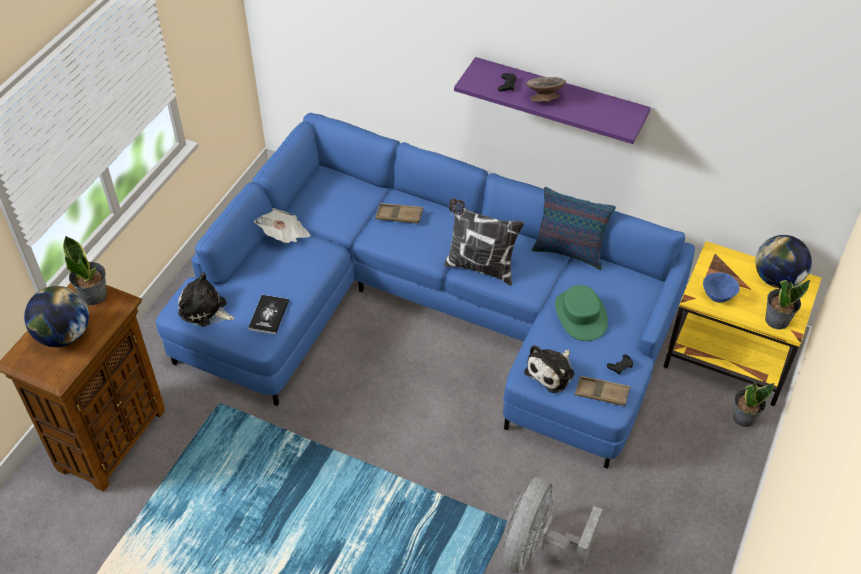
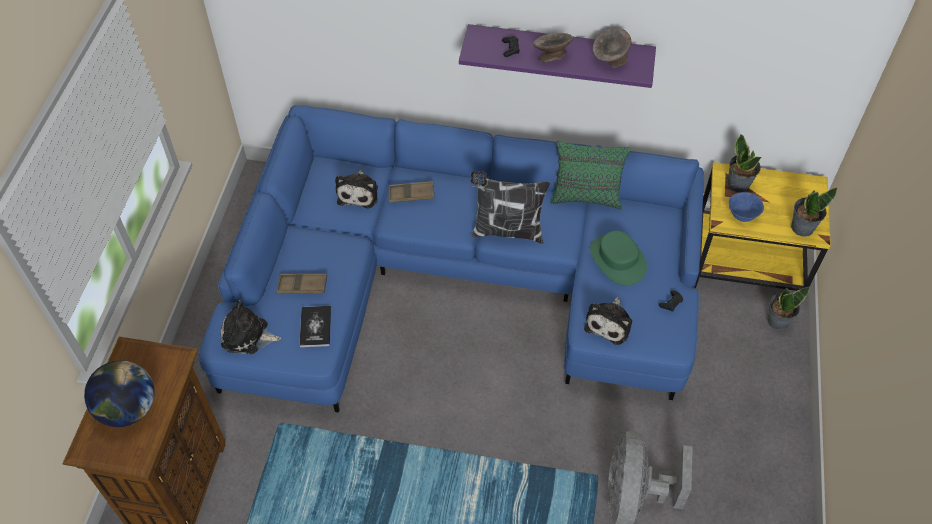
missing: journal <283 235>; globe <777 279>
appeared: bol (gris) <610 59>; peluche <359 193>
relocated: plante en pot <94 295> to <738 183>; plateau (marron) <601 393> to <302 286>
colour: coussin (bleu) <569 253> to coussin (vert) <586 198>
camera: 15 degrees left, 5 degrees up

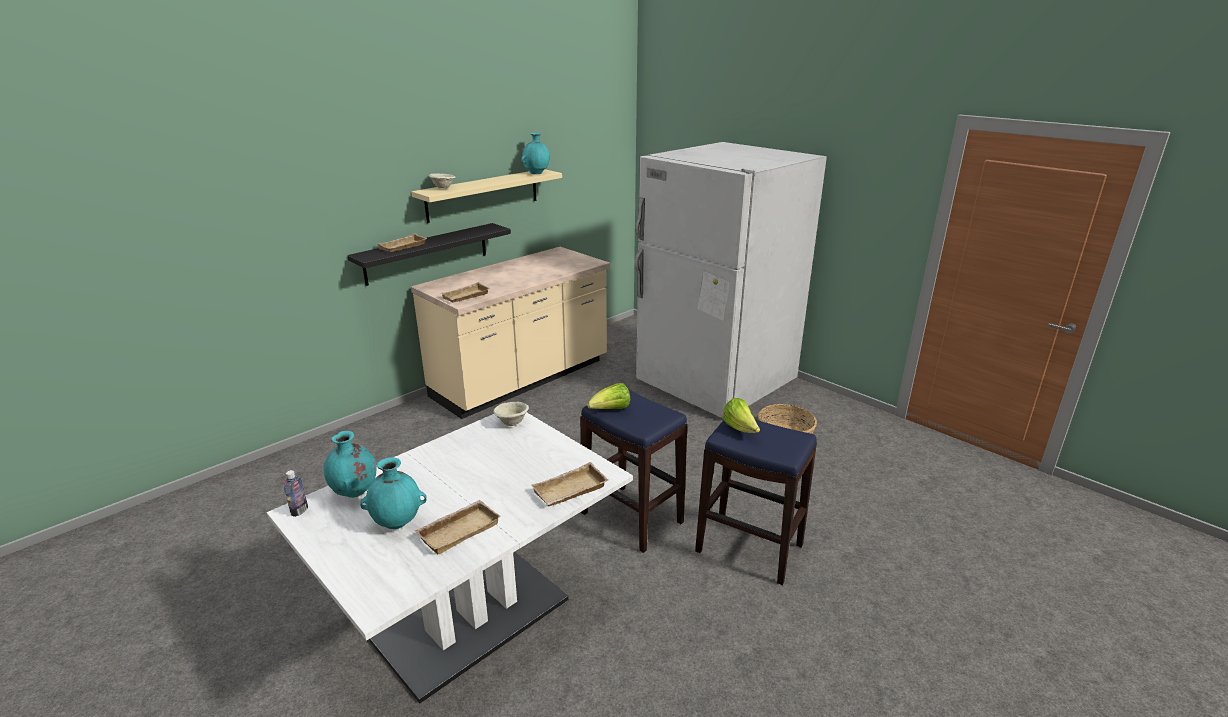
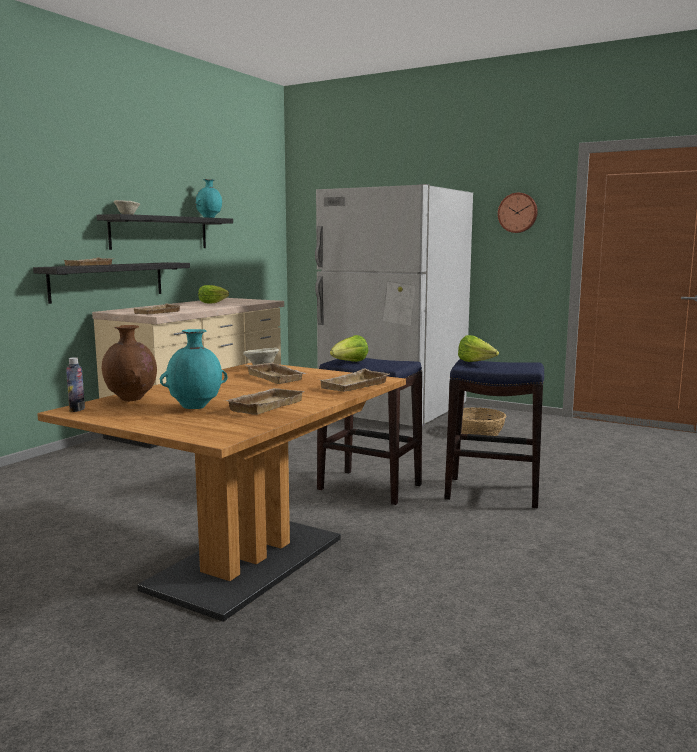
appeared: horloge murale <518 212>; laitue <212 303>; plateau (beige) <277 377>
colour: étagère (beige) <483 195> to étagère (noir) <160 233>; table à manger (blanc) <472 620> to table à manger (marron) <247 563>; vase (turquoise) <355 493> to vase (marron) <131 399>
camera: 15 degrees left, 15 degrees down

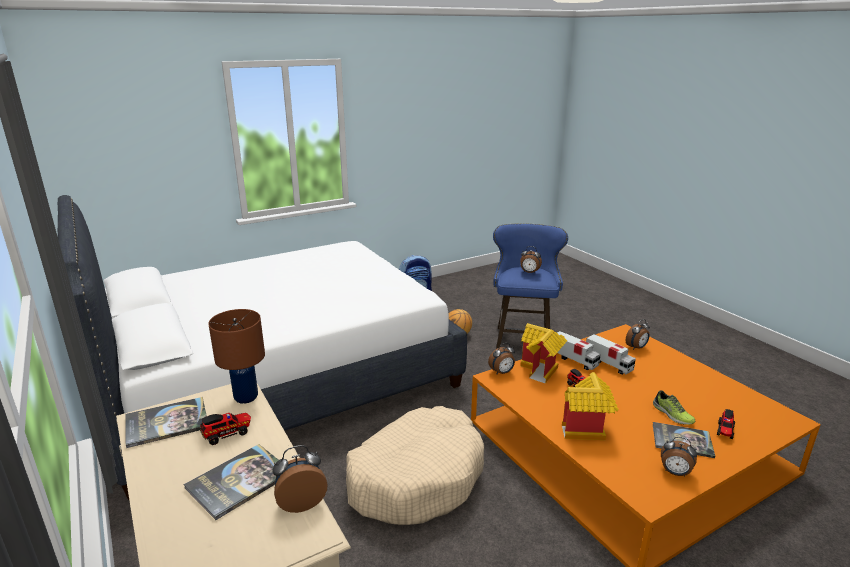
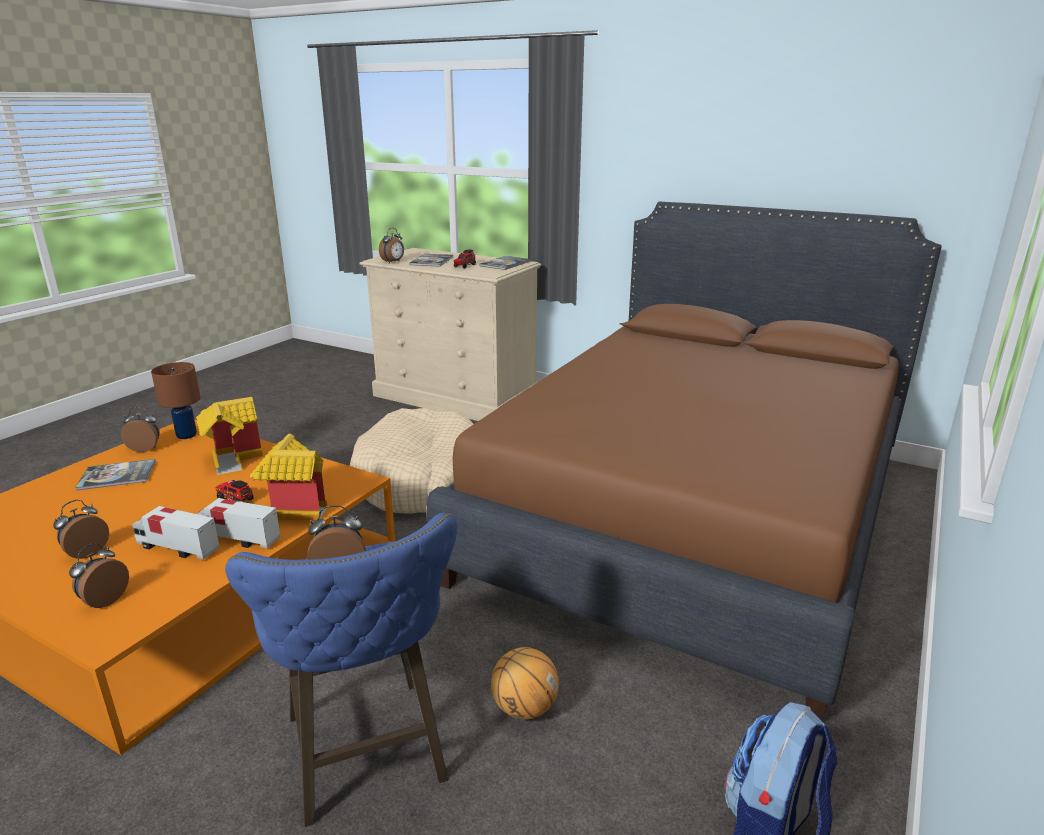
missing: chaussure <672 414>; camion jouet <725 431>
relocated: lampe de table (marron) <245 398> to <186 435>; réveil <502 372> to <86 552>
colour: lit (blanc) <277 377> to lit (marron) <694 516>
camera: 150 degrees right, 0 degrees up

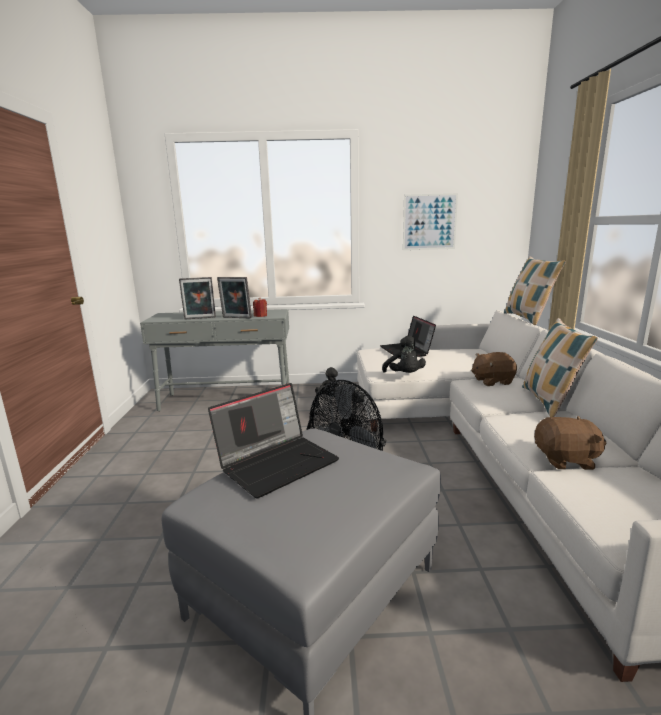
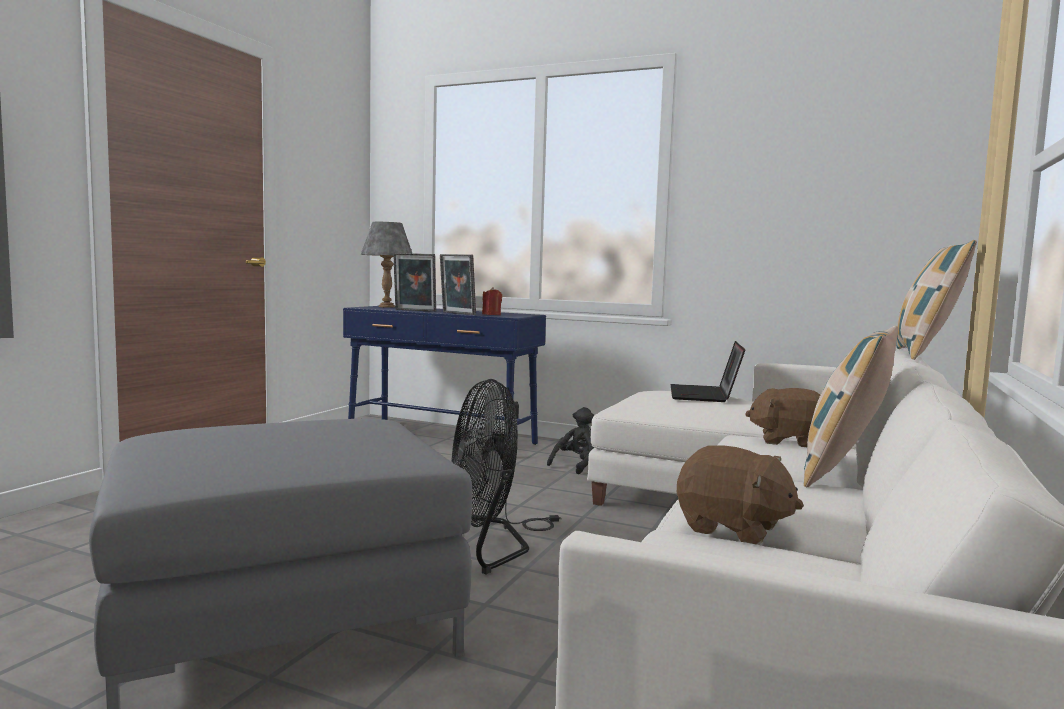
missing: tableau <429 222>; peluche (noir) <404 375>; ordinateur portable <277 462>
appeared: lampe de table (gris) <386 307>
colour: table console (gris) <226 401> to table console (bleu) <440 439>
camera: 25 degrees right, 10 degrees down

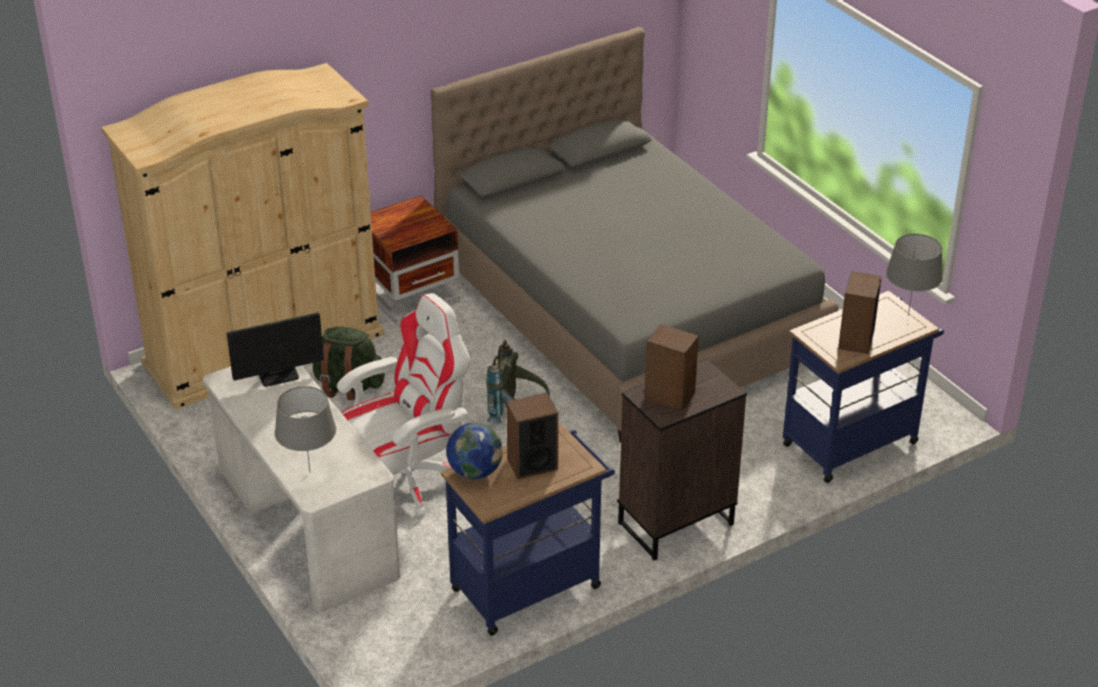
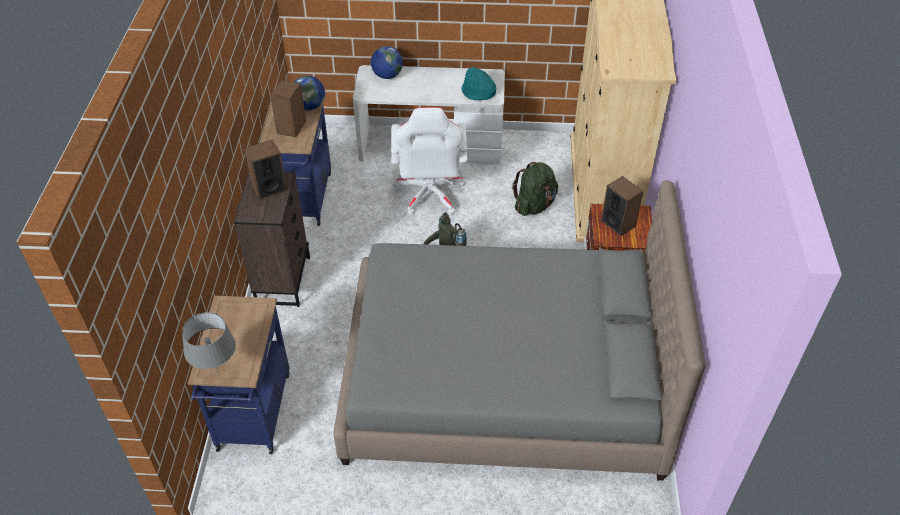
relocated: enceinte <855 340> to <618 223>
exchanged: écran d'ordinateur <279 376> to chapeau (turquoise) <478 93>; lampe de table (gris) <310 473> to globe <387 75>
camera: 125 degrees right, 10 degrees up

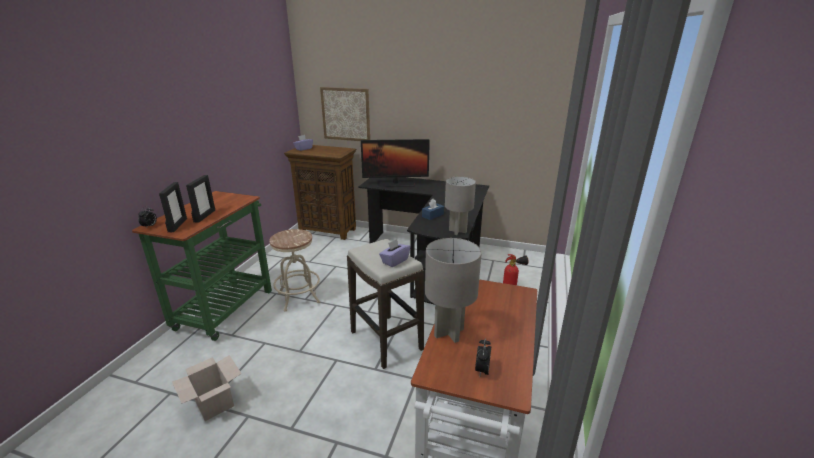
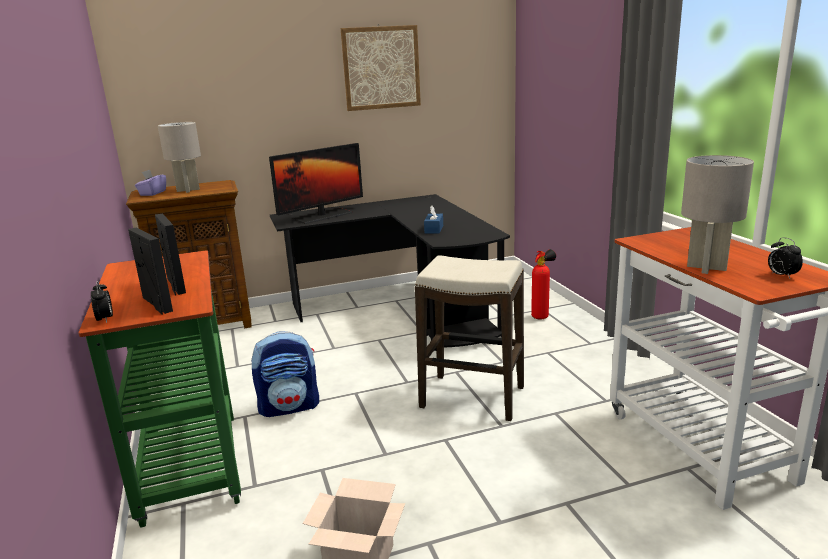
missing: boîte à mouchoirs (violet) <394 261>
relocated: tableau <345 113> to <381 67>; lampe de table (gris) <457 231> to <188 190>
exchanged: tabouret (beige) <299 298> to sac à dos <290 407>
camera: 35 degrees left, 5 degrees down

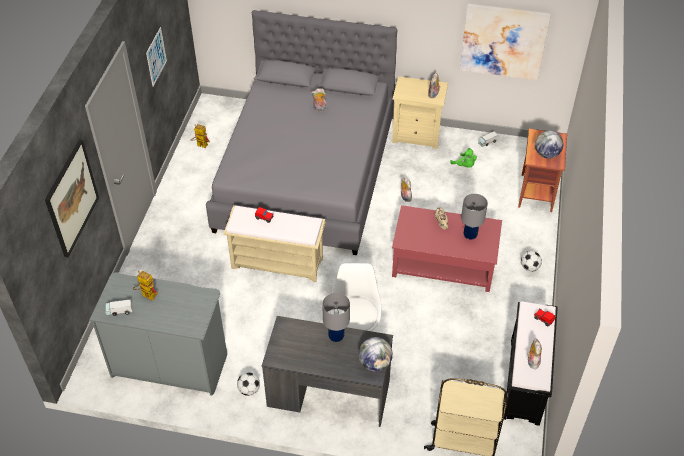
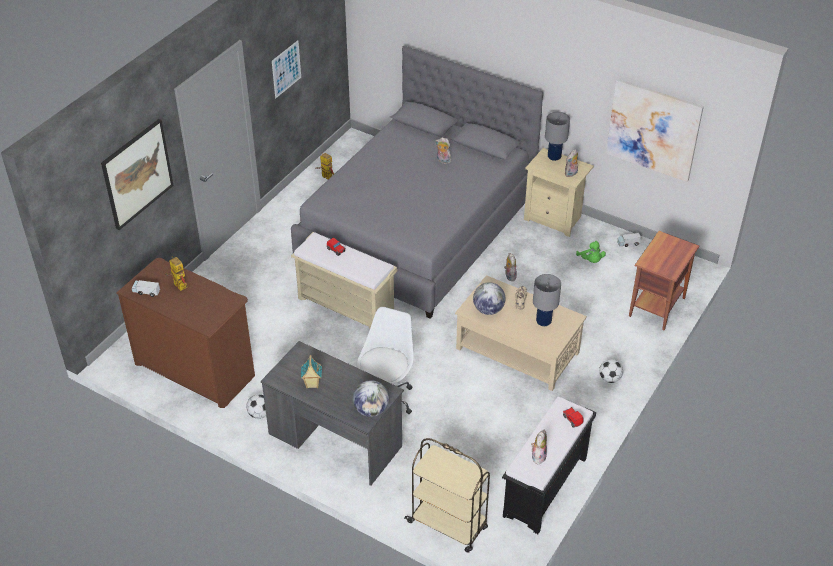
appeared: maison miniature <312 384>
relocated: globe <546 154> to <488 310>; lampe de table (gris) <336 336> to <554 157>
colour: table basse (rouge) <443 263> to table basse (beige) <517 350>; commode (gris) <170 365> to commode (marron) <196 371>
camera: 20 degrees right, 5 degrees down

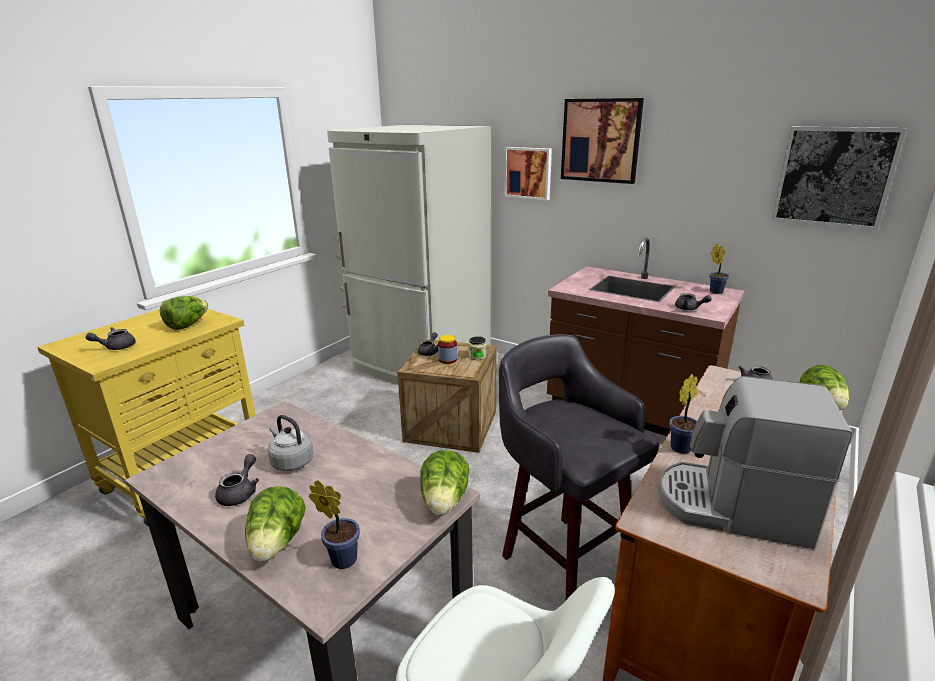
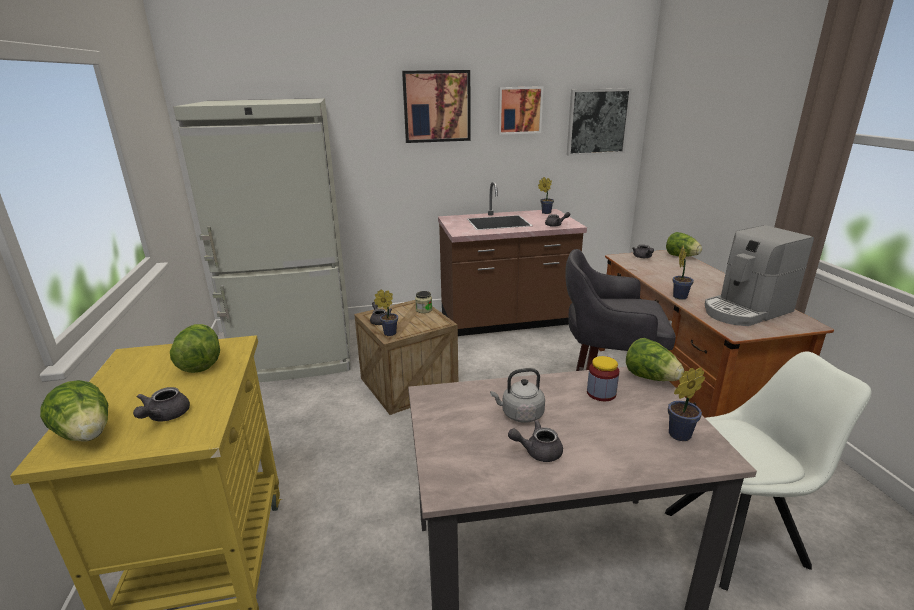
appeared: plante en pot <388 333>
relocated: tableau <528 173> to <519 110>; bocal <447 359> to <601 393>; laitue <277 543> to <87 434>
spun: théière (gris) <240 492> = <537 451> 60 degrees counterclockwise
camera: 45 degrees left, 0 degrees up

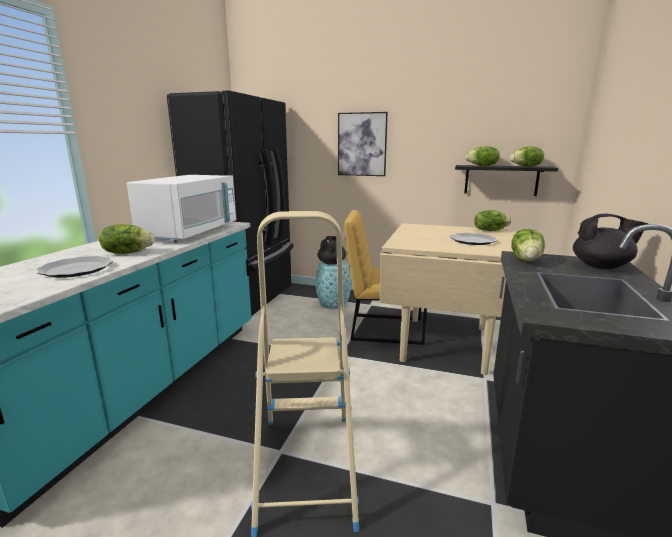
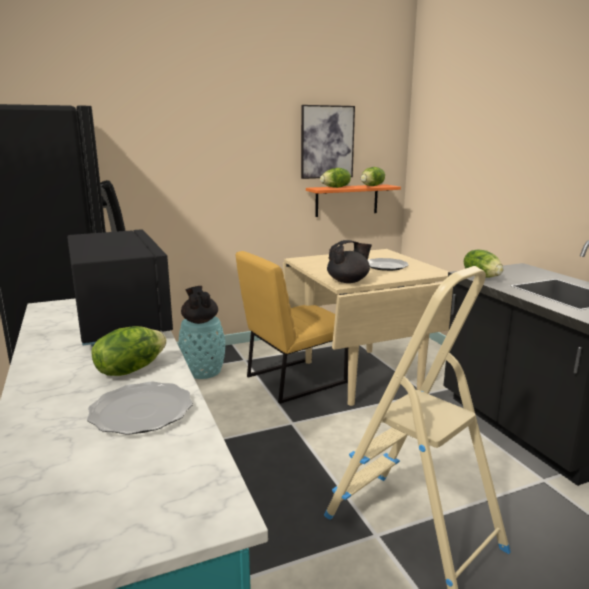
missing: laitue <490 230>
relocated: tableau <362 144> to <327 142>; théière (noir) <601 266> to <348 281>
colour: étagère (noir) <501 180> to étagère (orange) <346 200>; micro-ondes (blanc) <191 233> to micro-ondes (noir) <121 321>
camera: 40 degrees left, 0 degrees up

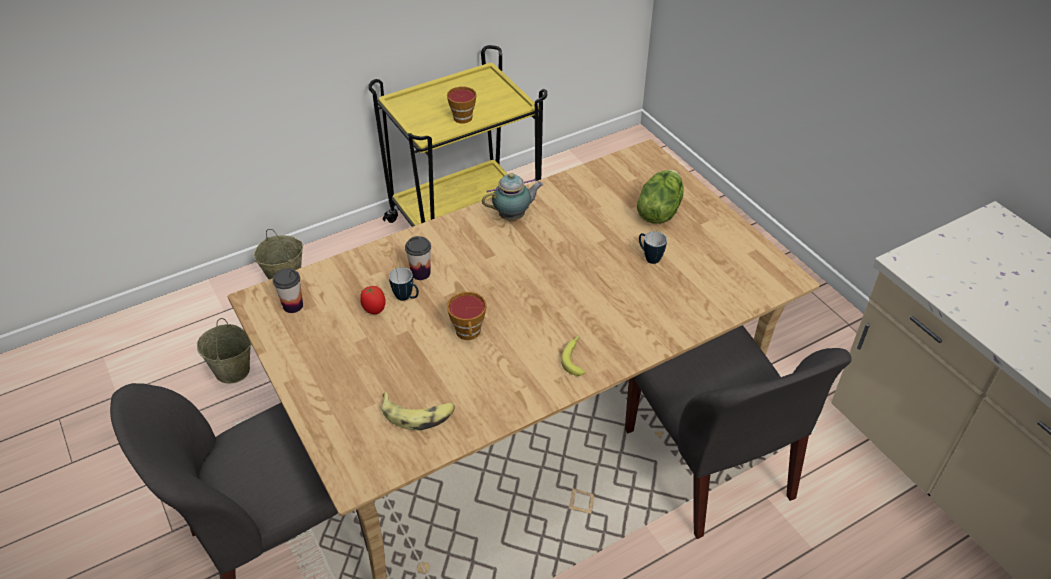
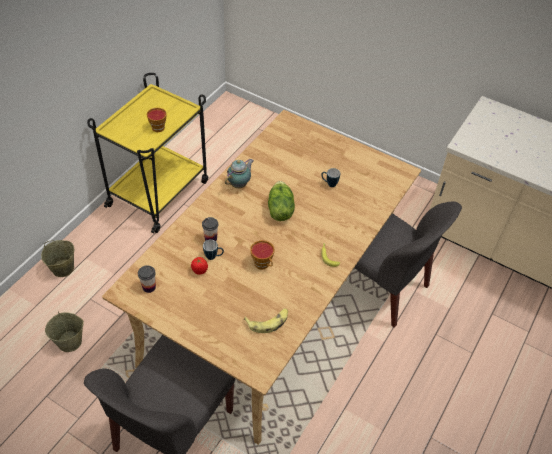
relocated: laitue <658 211> to <279 210>
camera: 30 degrees left, 5 degrees up

